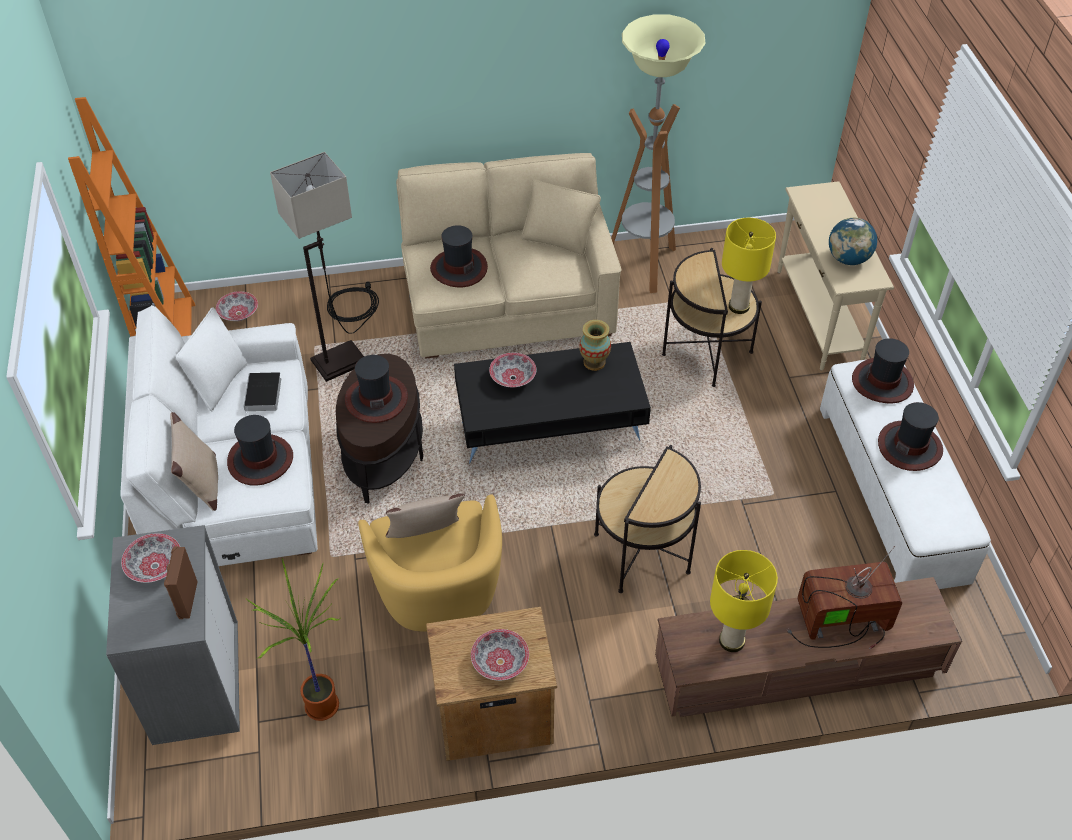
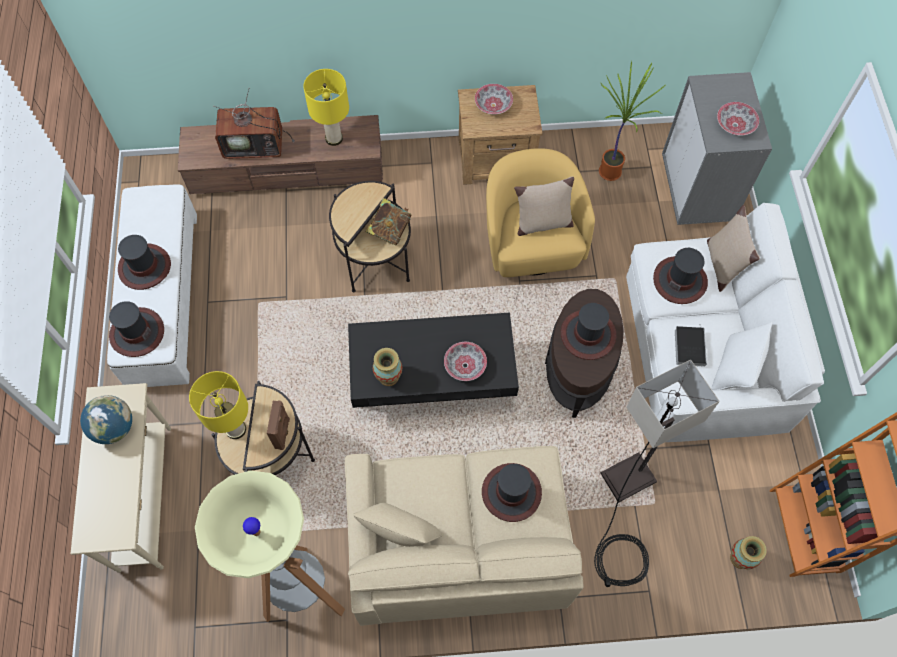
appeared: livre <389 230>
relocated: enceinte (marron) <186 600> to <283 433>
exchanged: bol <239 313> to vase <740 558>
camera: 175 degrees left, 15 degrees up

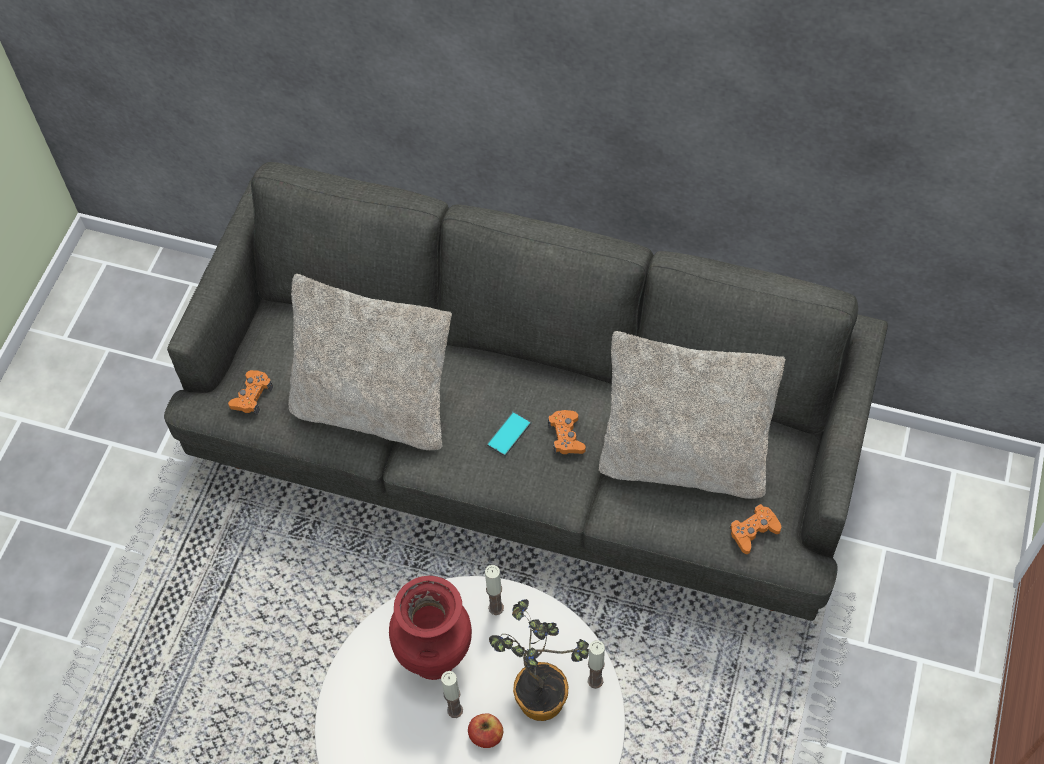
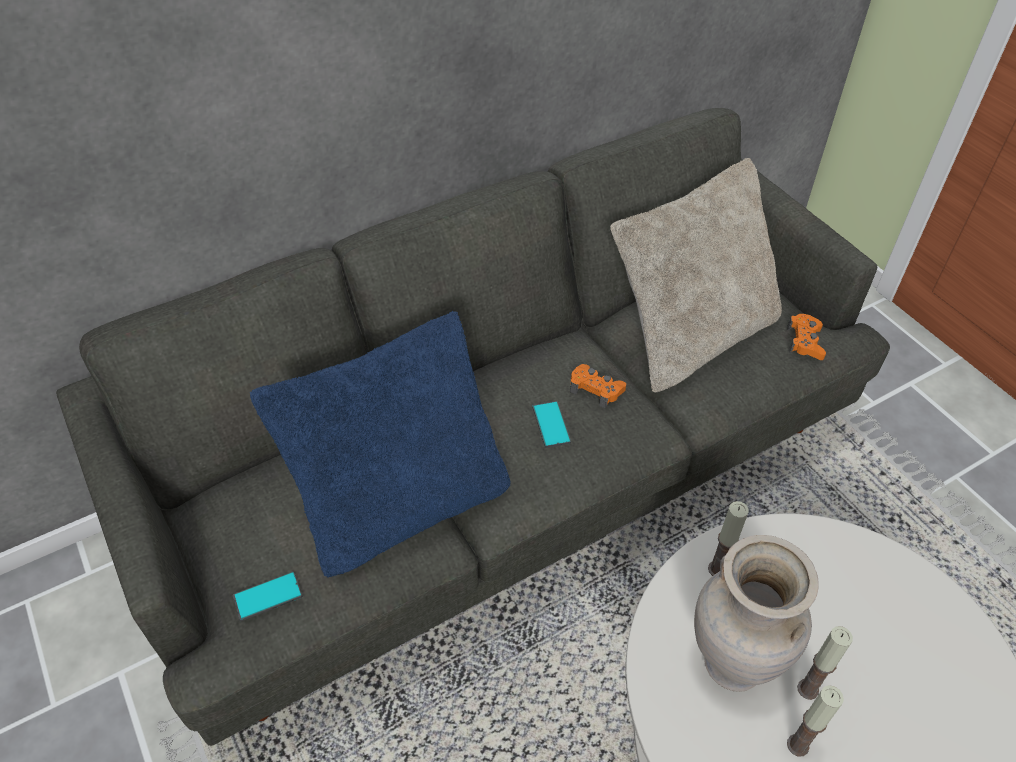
missing: plante en pot <540 691>; pomme <486 735>
relocated: bougie <595 680> to <797 745>
exchanged: manette (orange) <252 395> to téléphone <267 596>
colour: coussin (beige) <375 404> to coussin (bleu) <402 500>; vase (rouge) <436 659> to vase (beige) <733 662>
camera: 50 degrees left, 10 degrees down

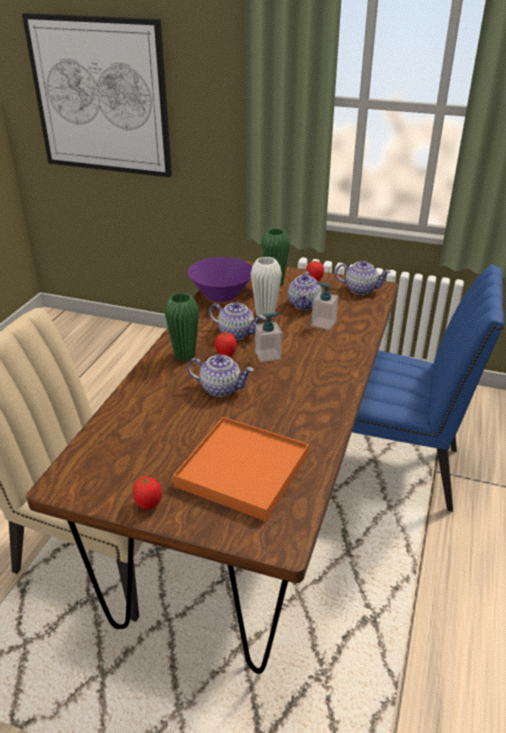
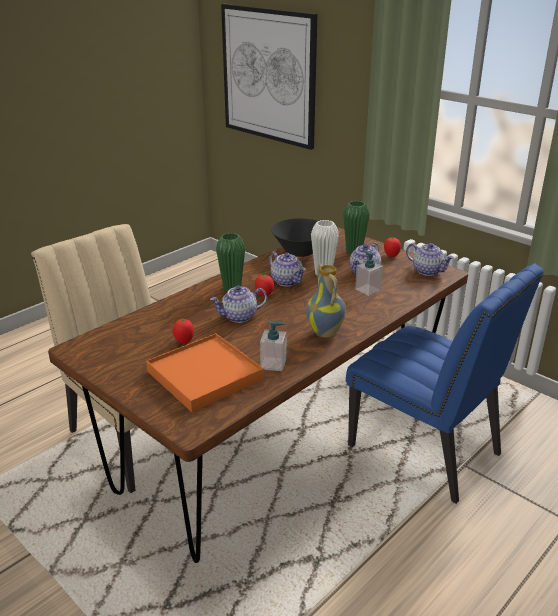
appeared: vase <326 332>
relocated: distributeur de savon <268 355> to <273 364>; tomate <148 504> to <184 341>
colour: bol (violet) <221 295> to bol (noir) <300 252>
spun: théière <221 388> = <239 317> 120 degrees clockwise
camera: 25 degrees right, 5 degrees down

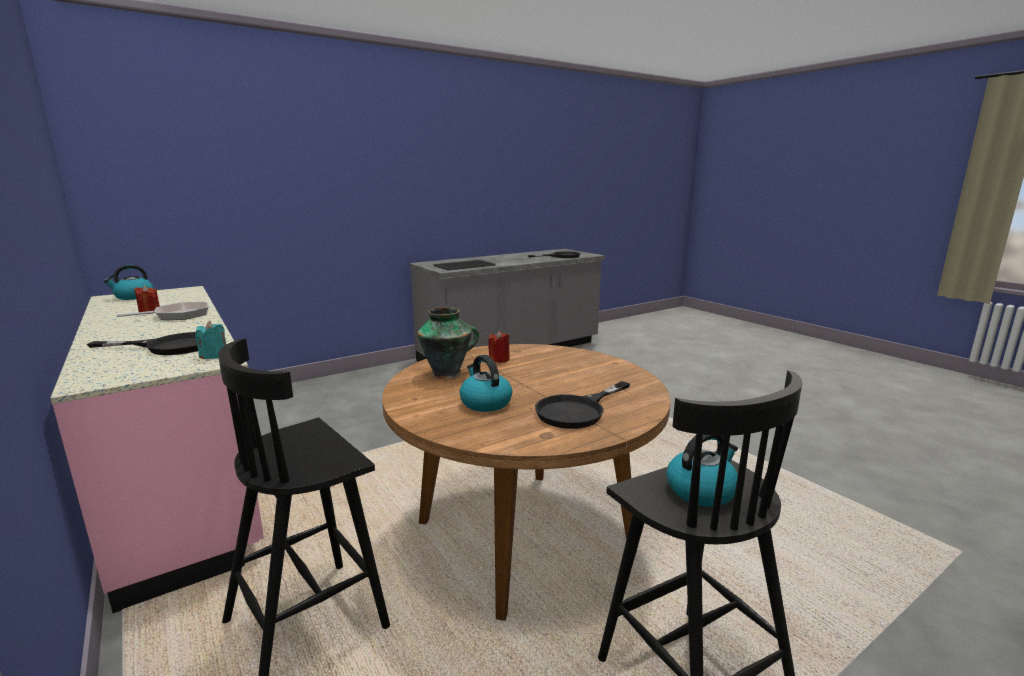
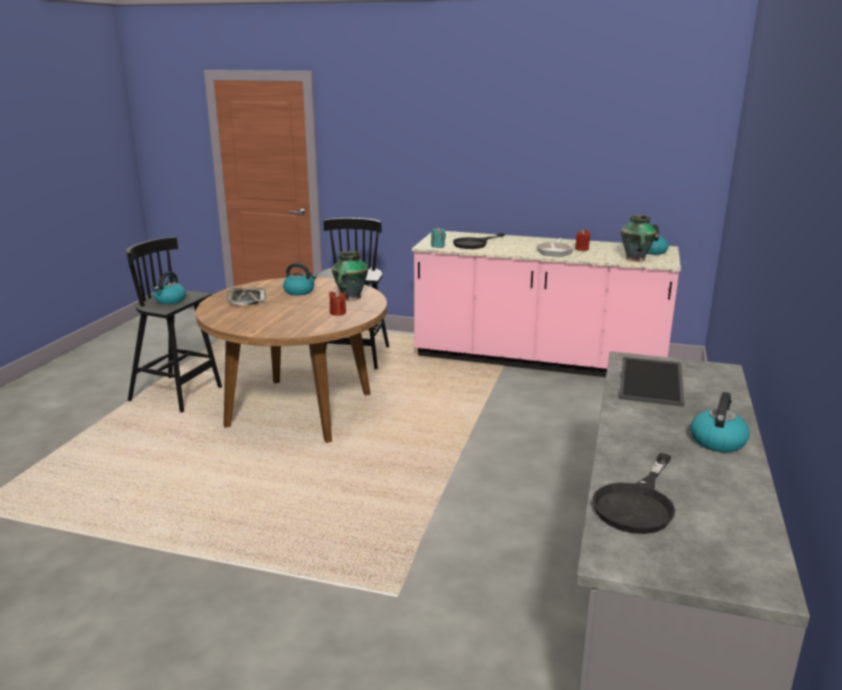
appeared: vase <635 259>; bouilloire <717 441>
exchanged: poêle (noir) <577 410> to plateau <246 300>
camera: 140 degrees right, 5 degrees up

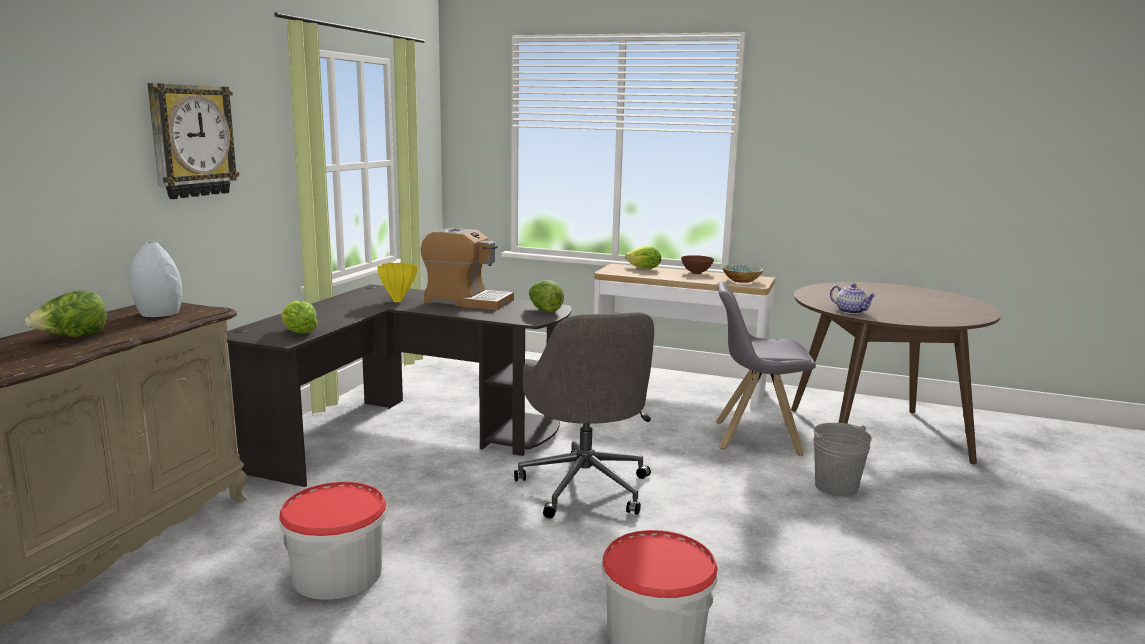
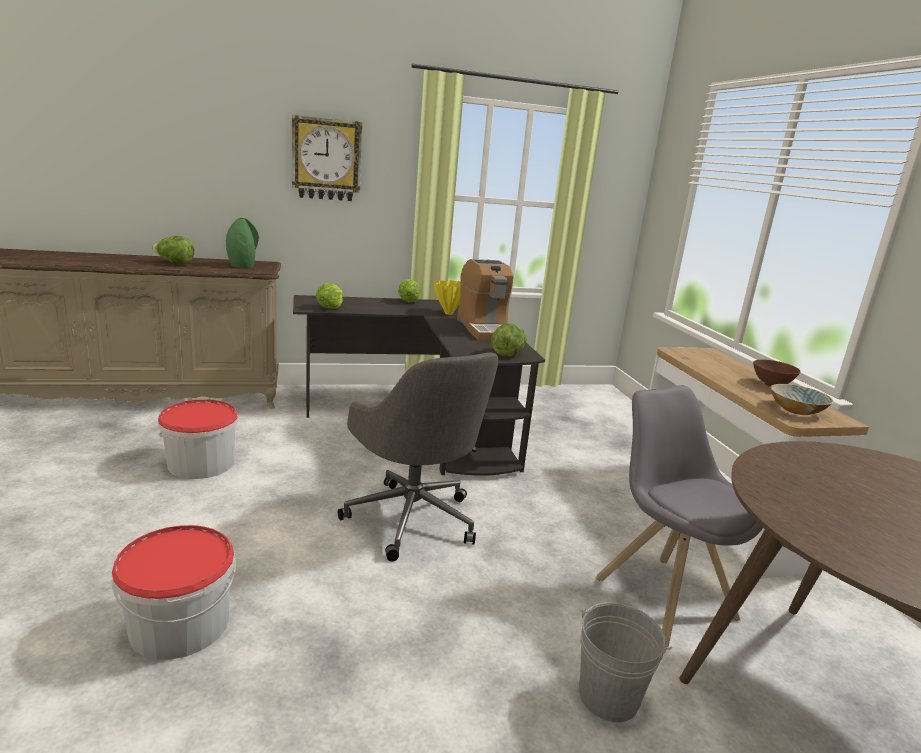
missing: théière <851 311>
relocated: laitue <644 269> to <407 301>
colour: vase (gris) <158 313> to vase (vert) <242 266>
spun: chaise de bureau (gris) <585 488> = <413 520> 75 degrees counterclockwise
camera: 55 degrees right, 5 degrees up

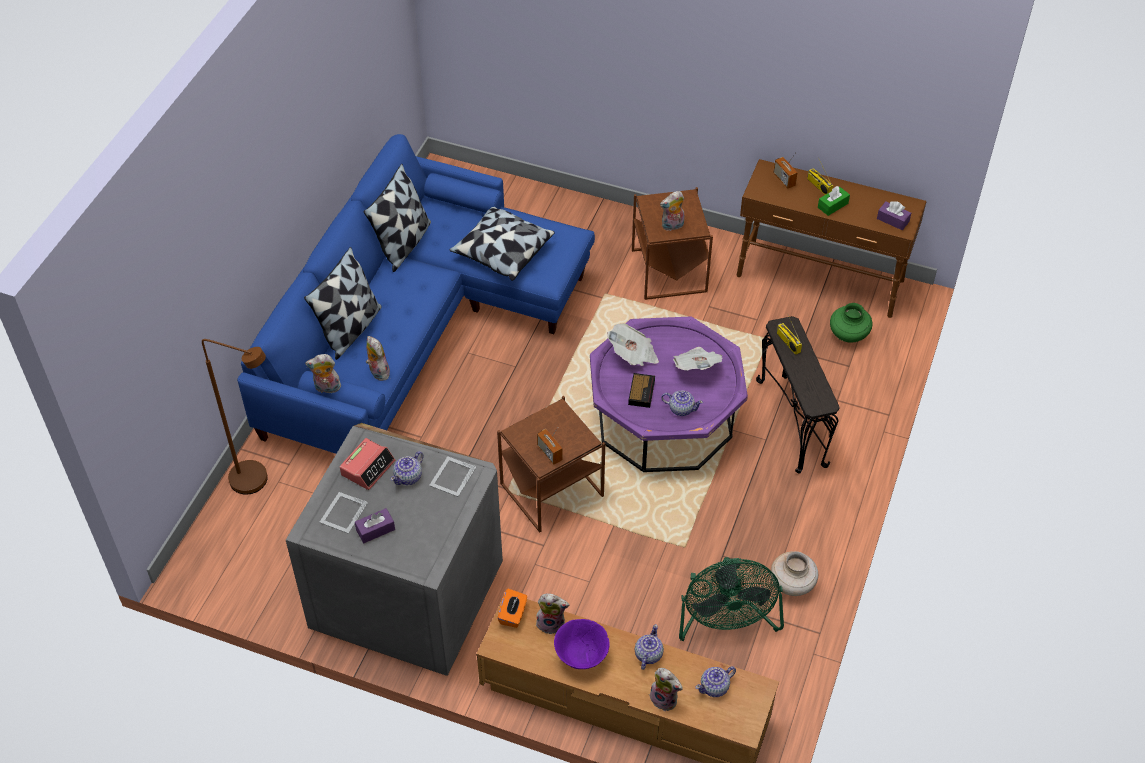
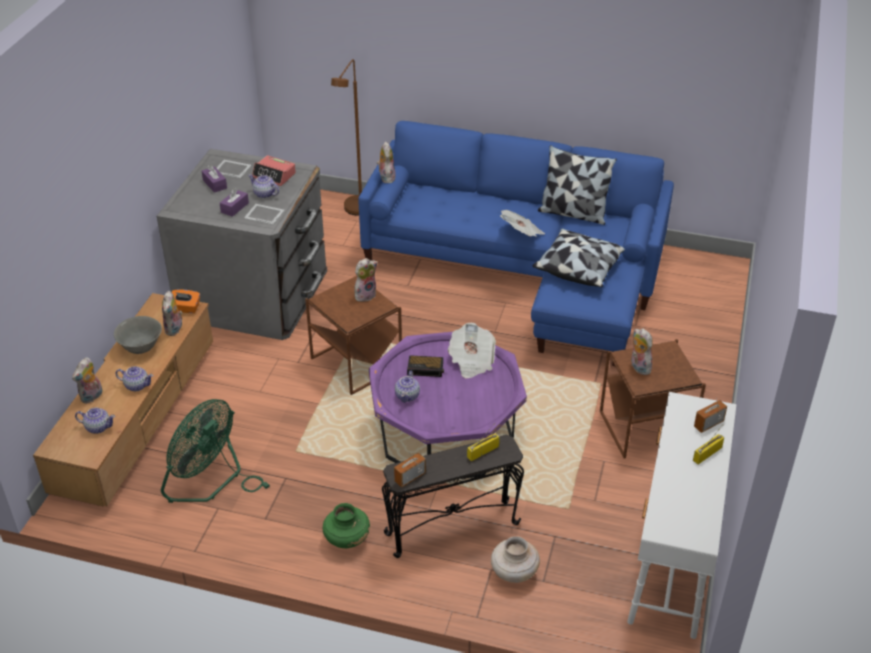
missing: boîte à mouchoirs (vert) <832 205>; coussin <350 329>
relocated: boîte à mouchoirs (violet) <893 220> to <234 207>; vase (vert) <848 335> to <346 539>; peluche <377 372> to <365 294>; journal <696 367> to <521 233>; radio <549 453> to <410 477>; vase (beige) <792 584> to <514 573>
colour: table console (marron) <819 279> to table console (blanc) <671 555>; bol (violet) <581 656> to bol (gris) <141 347>
spun: ventilateur (vert) <722 618> = <217 479> 45 degrees clockwise; théière <715 687> = <98 427> 135 degrees clockwise
camera: 85 degrees right, 10 degrees down

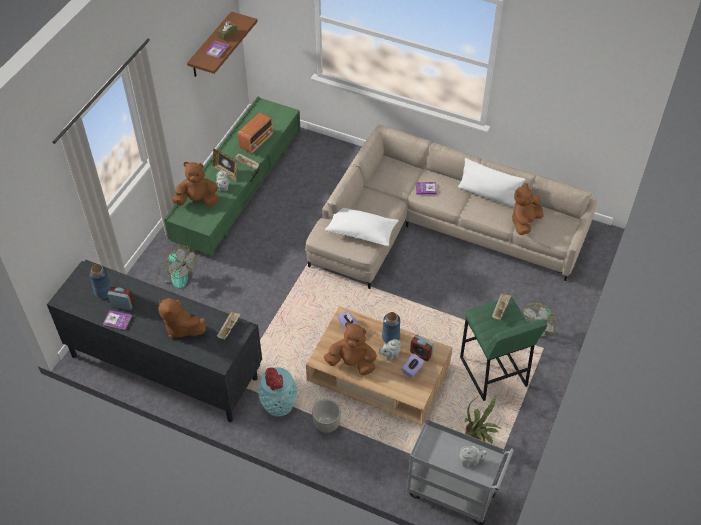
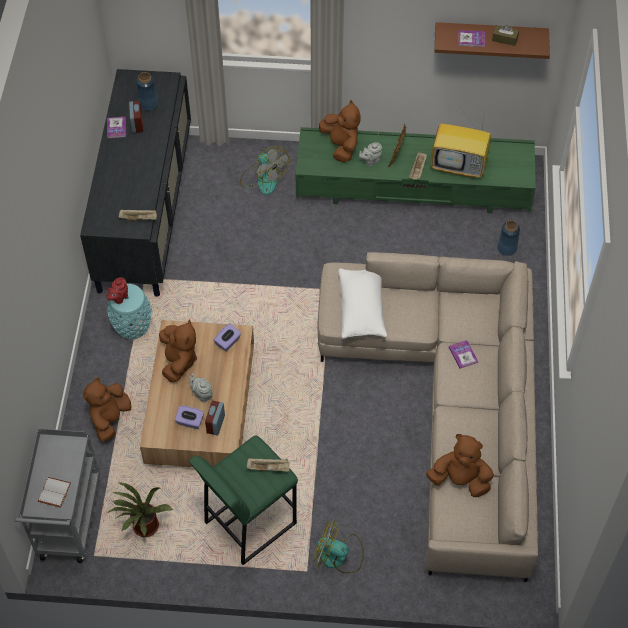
missing: coussin (blanc) <489 195>; cache-pot (gris) <326 425>
relocated: peluche (marron) <181 327> to <110 419>; vase (bleu) <391 337> to <507 248>
exchanged: radio <257 141> to téléviseur <459 166>; théière (gris) <470 461> to livre (blanc) <54 492>
spun: ventilateur <175 275> = <263 179> 60 degrees counterclockwise
camera: 70 degrees right, 5 degrees up

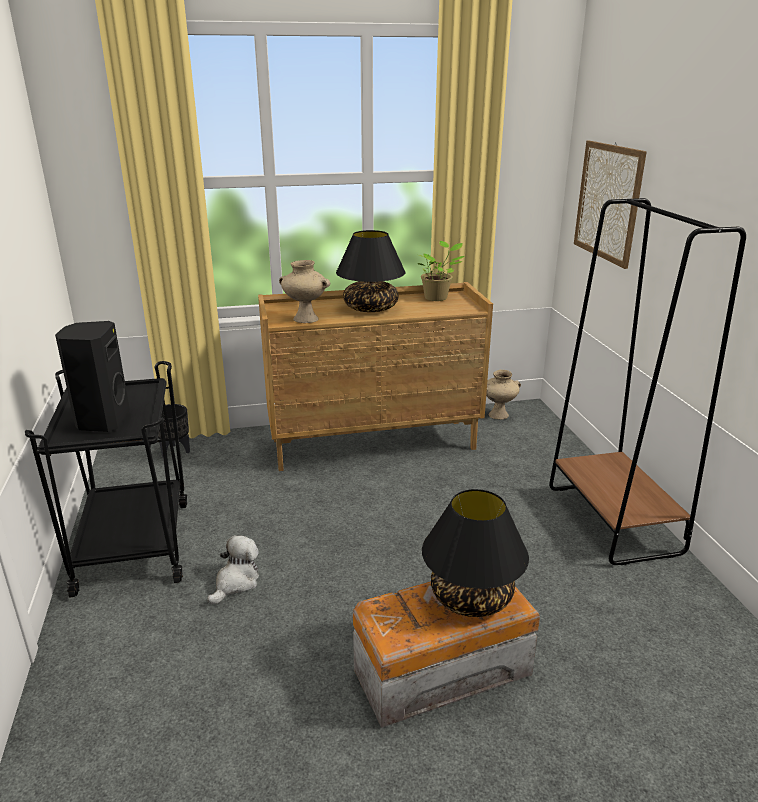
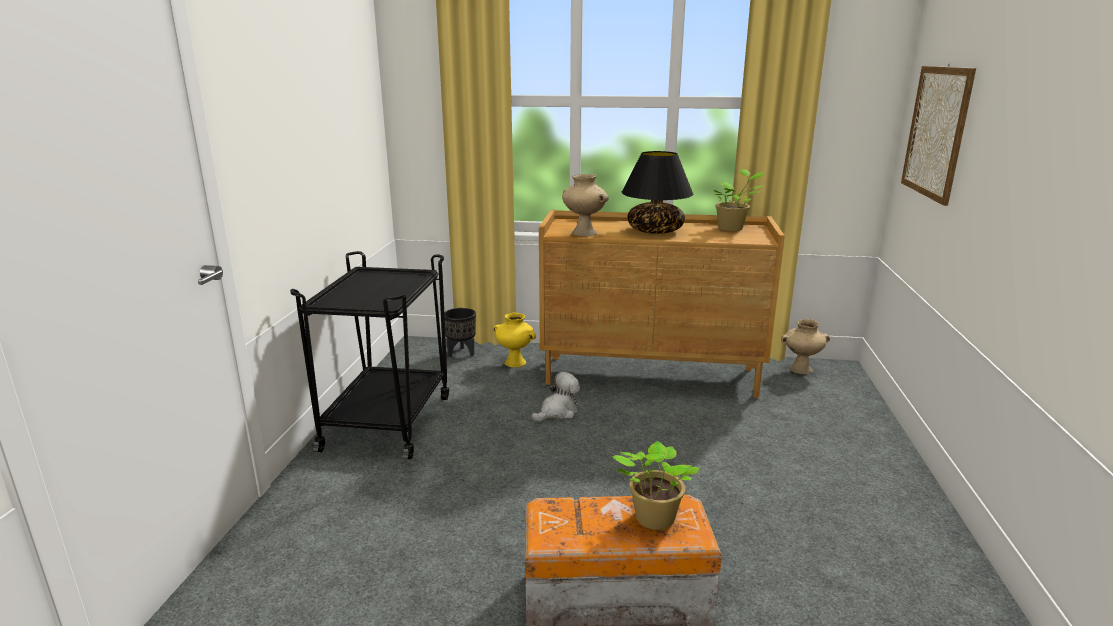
missing: portant <613 521>; enceinte (noir) <102 421>
appeared: vase (jaune) <516 362>
relocated: peluche <236 582> to <558 412>
exchanged: lampe de table (noir) <471 597> to plante en pot <652 519>
camera: 20 degrees right, 5 degrees down

